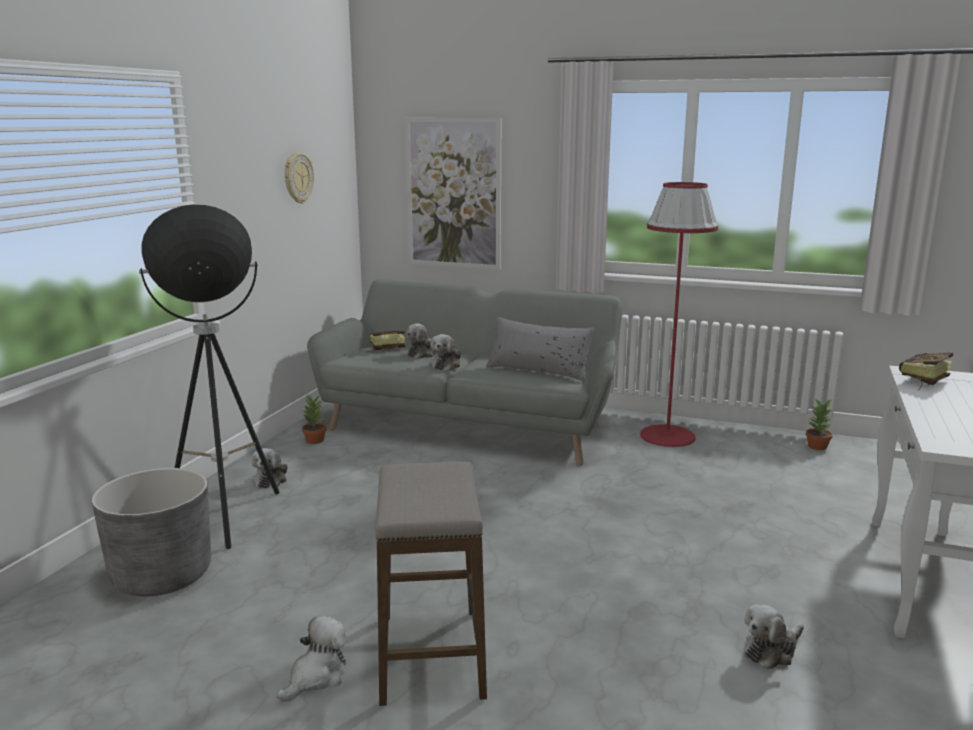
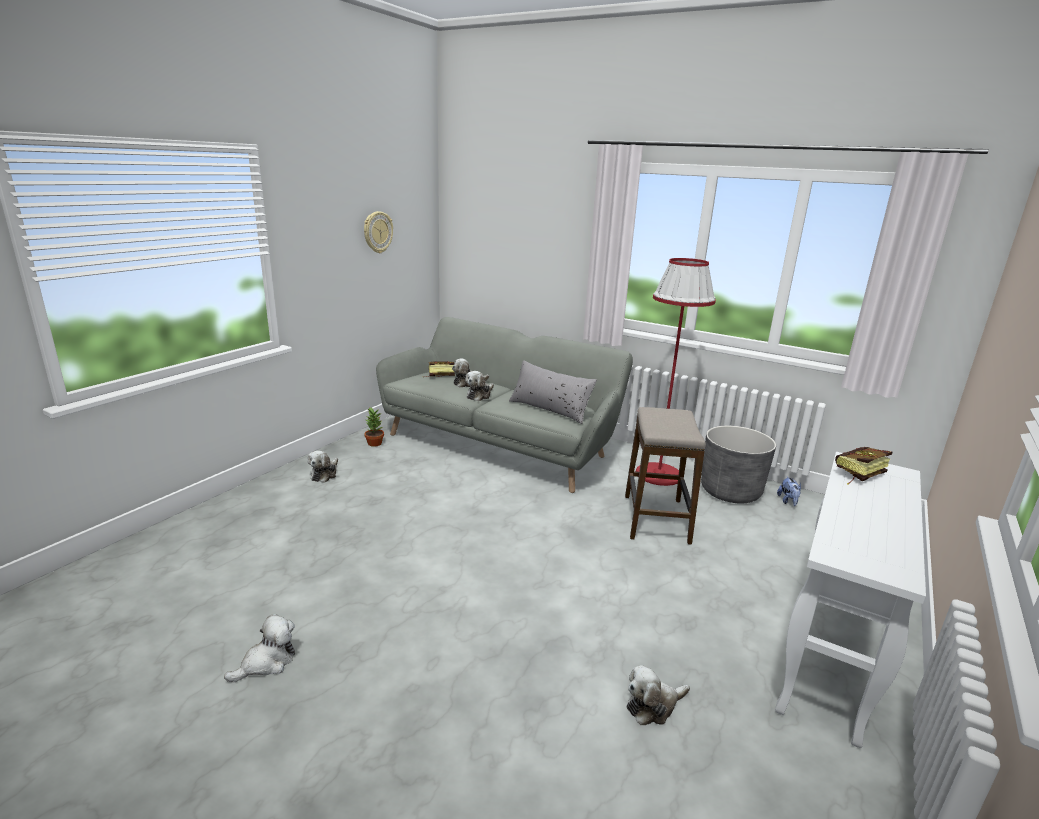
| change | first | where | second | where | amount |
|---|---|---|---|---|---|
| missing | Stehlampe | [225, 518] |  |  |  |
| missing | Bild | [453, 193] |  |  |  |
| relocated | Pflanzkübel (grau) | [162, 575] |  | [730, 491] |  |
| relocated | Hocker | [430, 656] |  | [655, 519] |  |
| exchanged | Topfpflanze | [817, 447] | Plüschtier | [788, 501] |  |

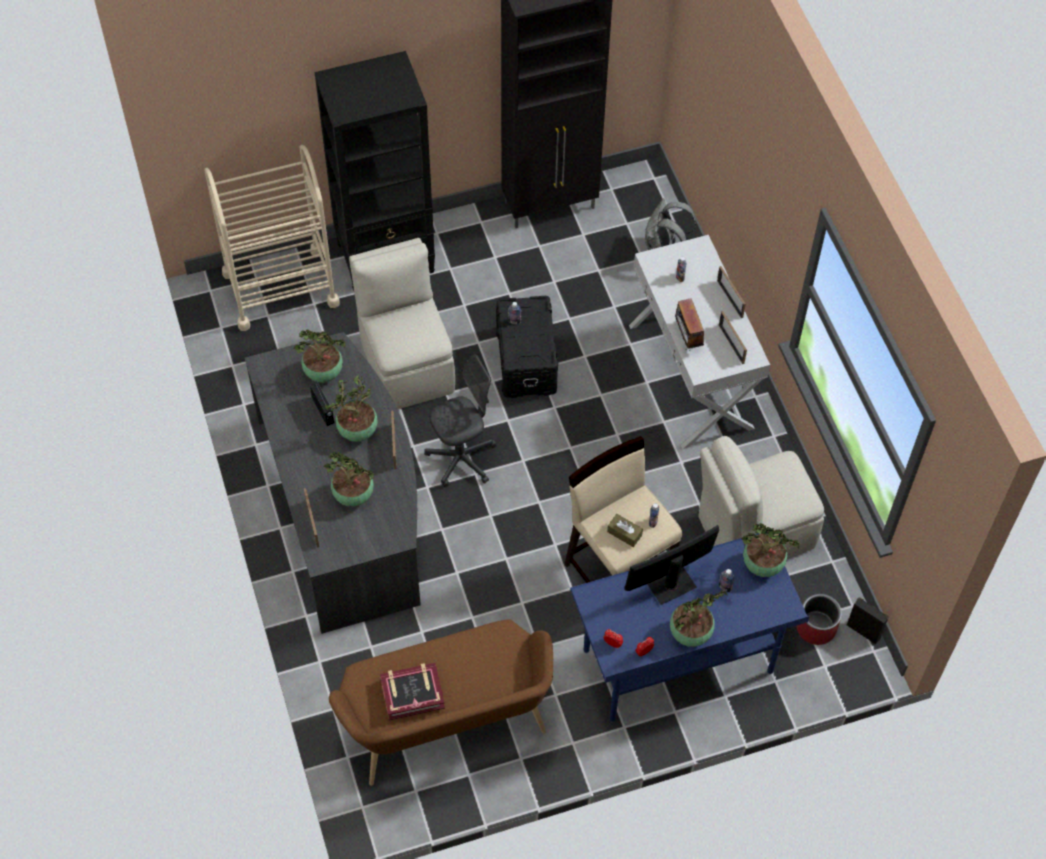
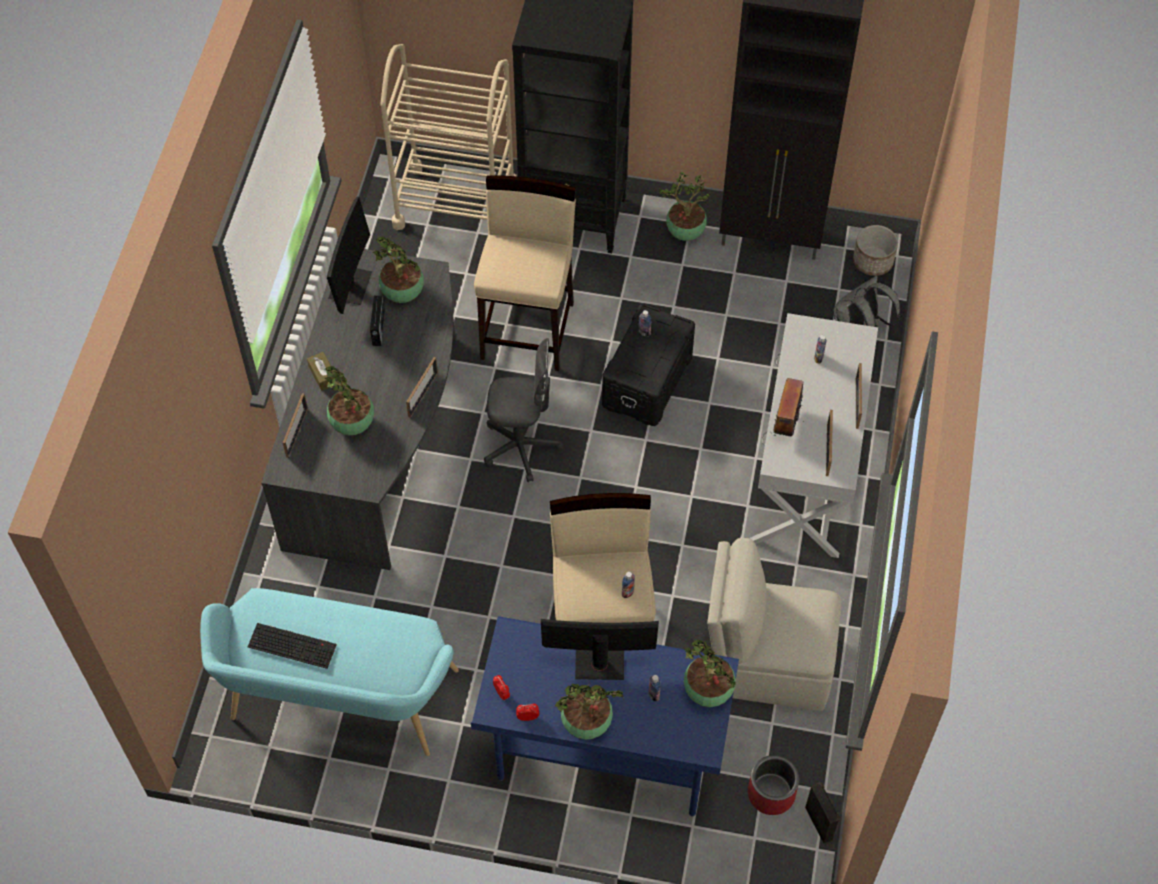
| change | first | where | second | where | amount |
|---|---|---|---|---|---|
| appeared |  |  | Monitor | [350, 285] |  |
| appeared |  |  | Pflanzkübel | [872, 261] |  |
| relocated | Topfpflanze | [357, 432] |  | [684, 233] |  |
| relocated | Taschentuchbox (braun) | [624, 533] |  | [323, 375] |  |
| exchanged | Stuhl (beige) | [406, 363] | Hocker (beige) | [528, 330] |  |
| exchanged | Buch | [412, 693] | Tastatur | [293, 645] |  |
| colour | Bank (braun) | [448, 728] | Bank (türkis) | [338, 703] |  |

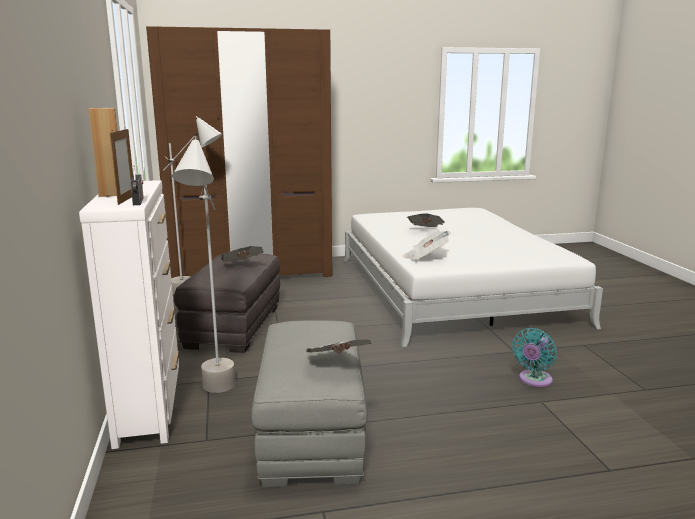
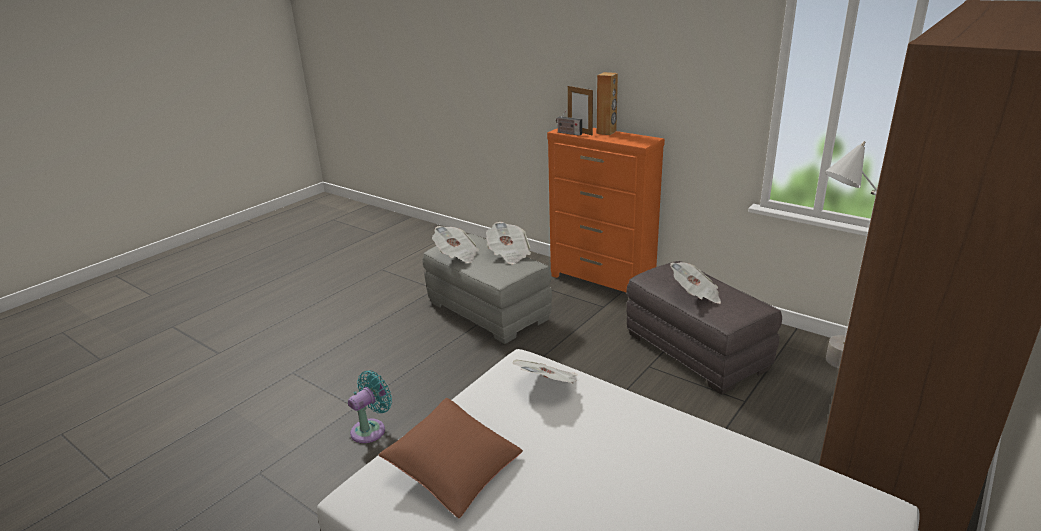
| change | first | where | second | where | amount |
|---|---|---|---|---|---|
| missing | Stehlampe (grau) | [216, 398] |  |  |  |
| appeared |  |  | Kissen (braun) | [454, 469] |  |
| relocated | Zeitung | [426, 231] |  | [509, 254] |  |
| colour | Kommode (weiß) | [149, 404] | Kommode (orange) | [602, 282] |  |
| spun | Ventilator (türkis) | [534, 380] |  | [371, 429] | 45 degrees clockwise |

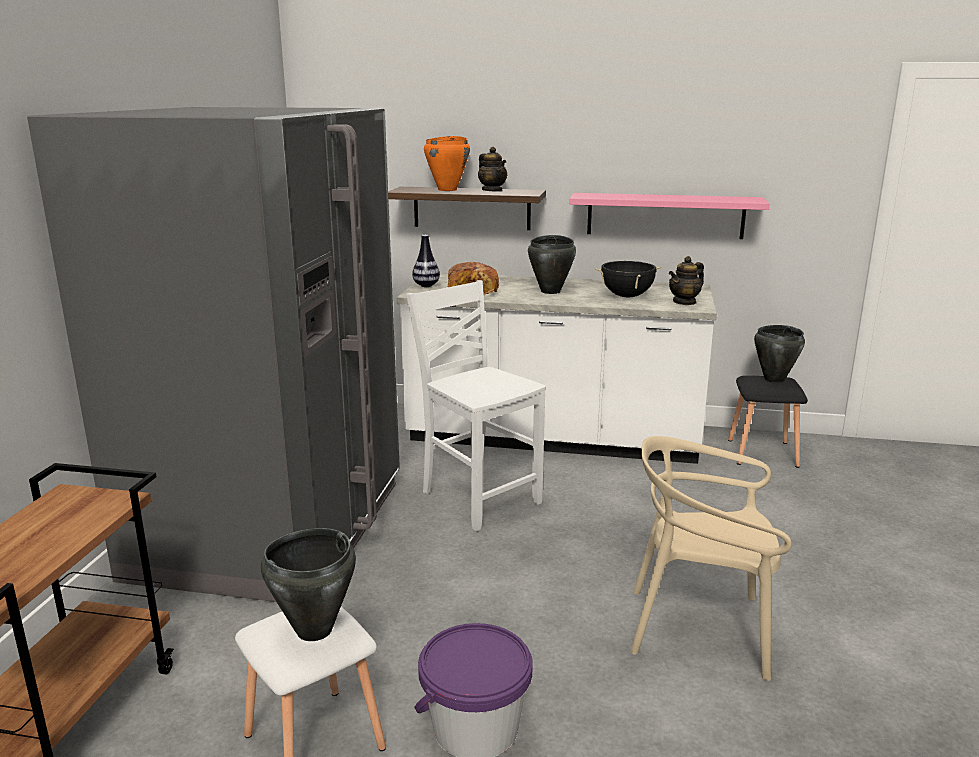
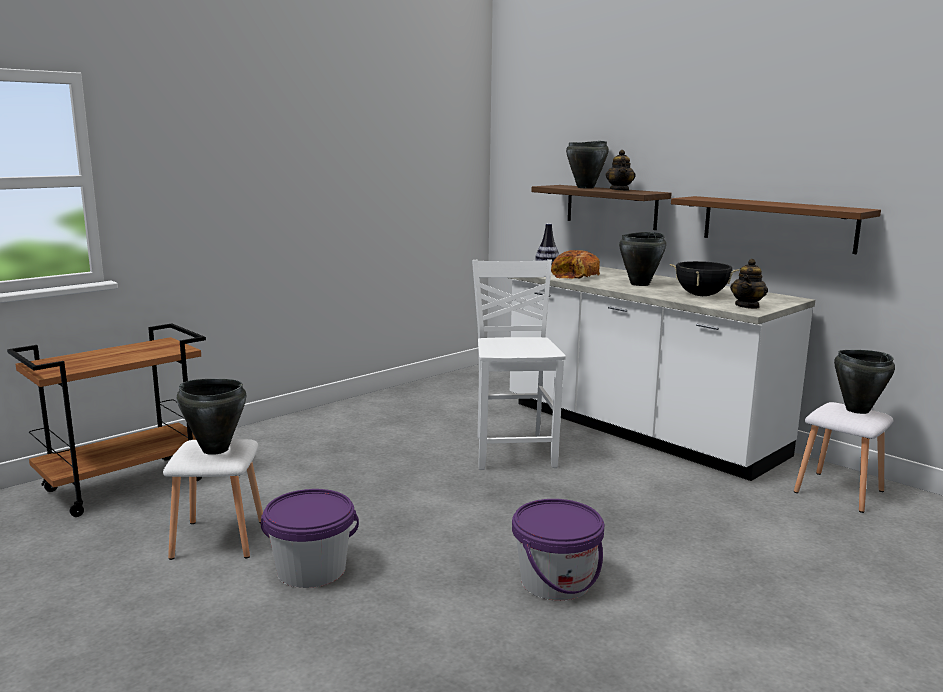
| change | first | where | second | where | amount |
|---|---|---|---|---|---|
| missing | Kühlschrank (grau) | [272, 529] |  |  |  |
| exchanged | Stuhl (beige) | [699, 629] | Eimer (lila) | [555, 582] |  |
| colour | Kochtopf (orange) | [448, 190] | Kochtopf (schwarz) | [586, 187] |  |
| colour | Wandregal (rosa) | [665, 215] | Wandregal (braun) | [778, 223] |  |
| colour | Hocker (schwarz) | [761, 452] | Hocker (weiß) | [838, 491] |  |
| spun | Teekanne | [684, 302] |  | [747, 306] | 60 degrees counterclockwise |

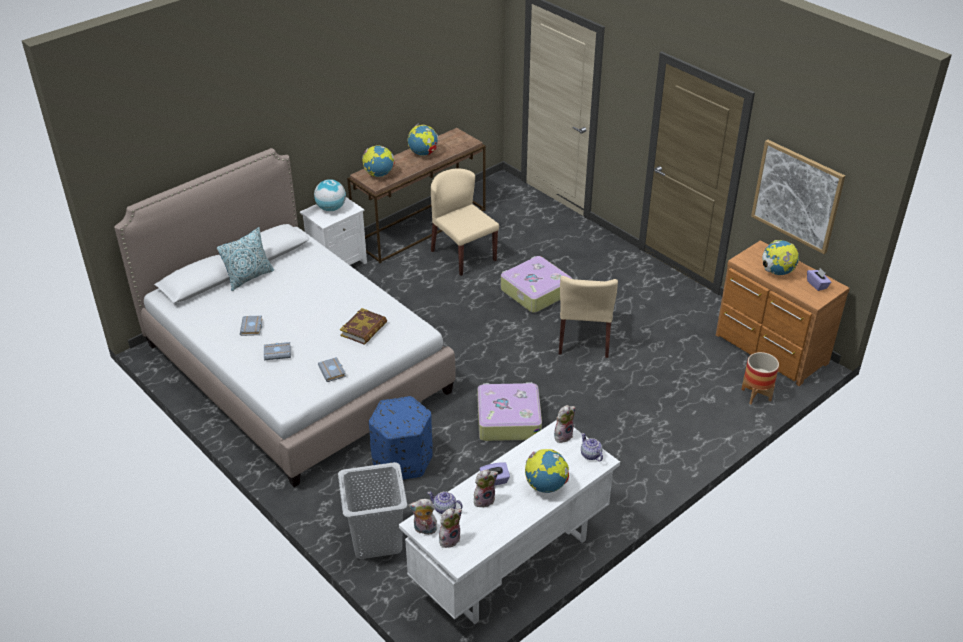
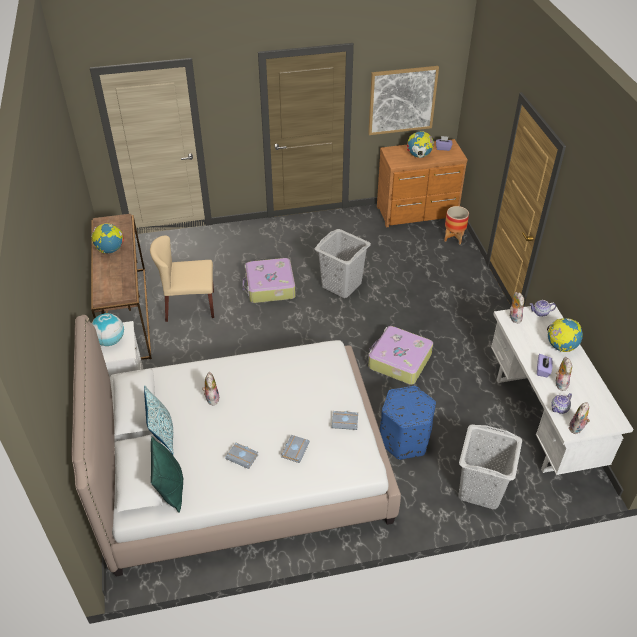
| change | first | where | second | where | amount |
|---|---|---|---|---|---|
| missing | Buch | [364, 329] |  |  |  |
| missing | Globus | [379, 174] |  |  |  |
| appeared |  |  | Kissen (grün) | [171, 489] |  |
| relocated | Plüschtier | [449, 539] |  | [211, 398] |  |
| exchanged | Stuhl (beige) | [584, 338] | Wäschekorb (grau) | [341, 285] |  |

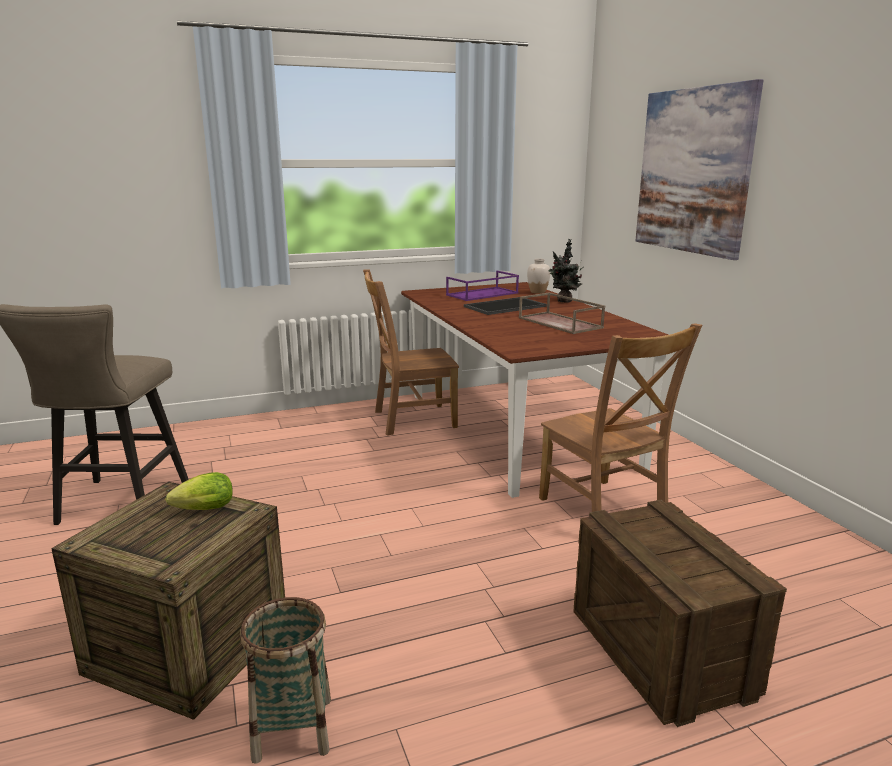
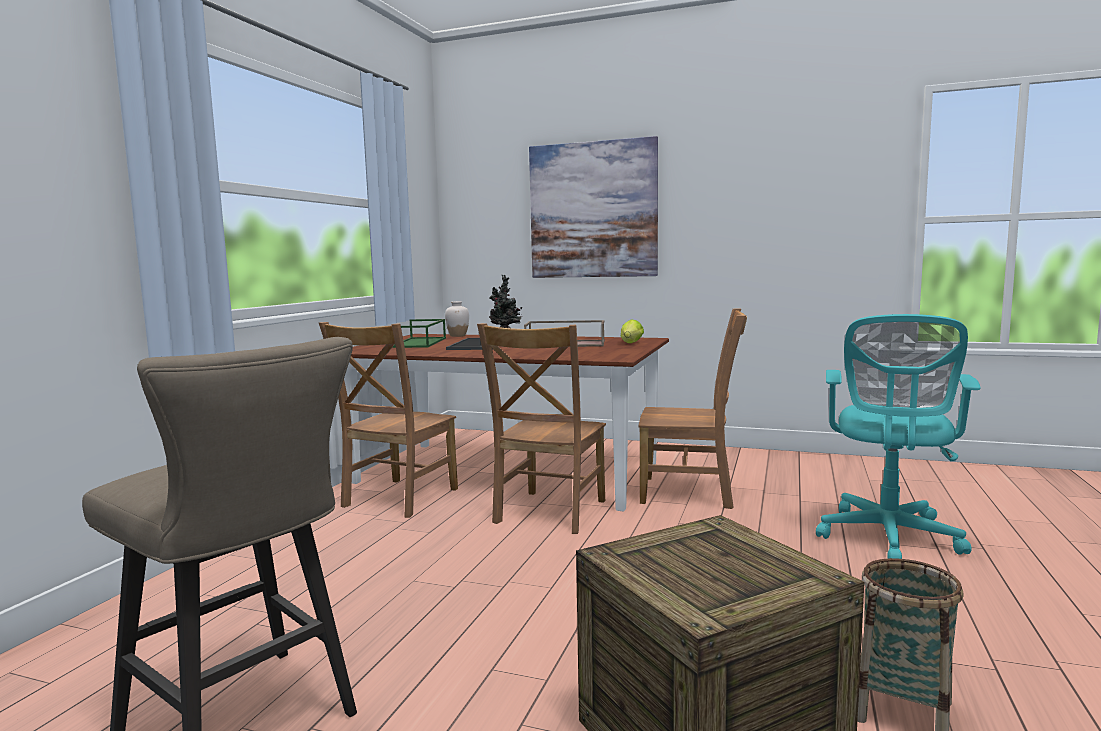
| change | first | where | second | where | amount |
|---|---|---|---|---|---|
| appeared |  |  | Stuhl (braun) | [548, 513] |  |
| relocated | Salatkopf | [201, 510] |  | [631, 343] |  |
| exchanged | Kiste | [660, 651] | Bürostuhl (türkis) | [888, 538] |  |
| colour | Tablett (lila) | [482, 294] | Tablett (grün) | [419, 343] |  |

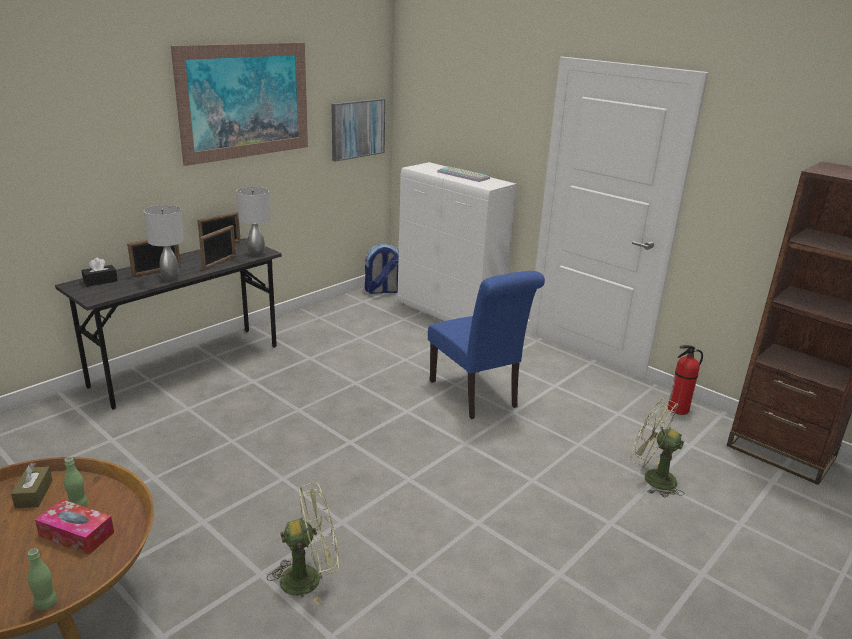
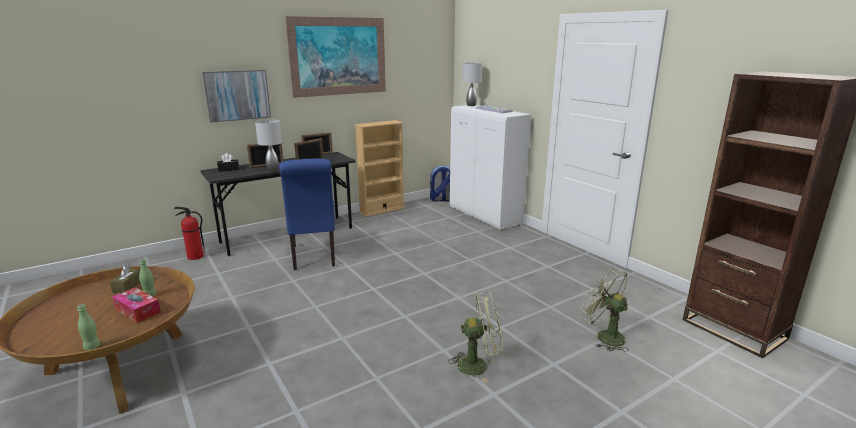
| change | first | where | second | where | amount |
|---|---|---|---|---|---|
| appeared |  |  | Bücherregal (beige) | [382, 210] |  |
| relocated | Tischlampe (grau) | [256, 254] |  | [471, 105] |  |
| relocated | Ventilator (grün) | [309, 577] |  | [479, 365] |  |
| relocated | Bild | [357, 129] |  | [237, 95] |  |
| relocated | Stuhl (blau) | [476, 396] |  | [313, 257] |  |
| relocated | Feuerlöscher | [677, 409] |  | [194, 256] |  |

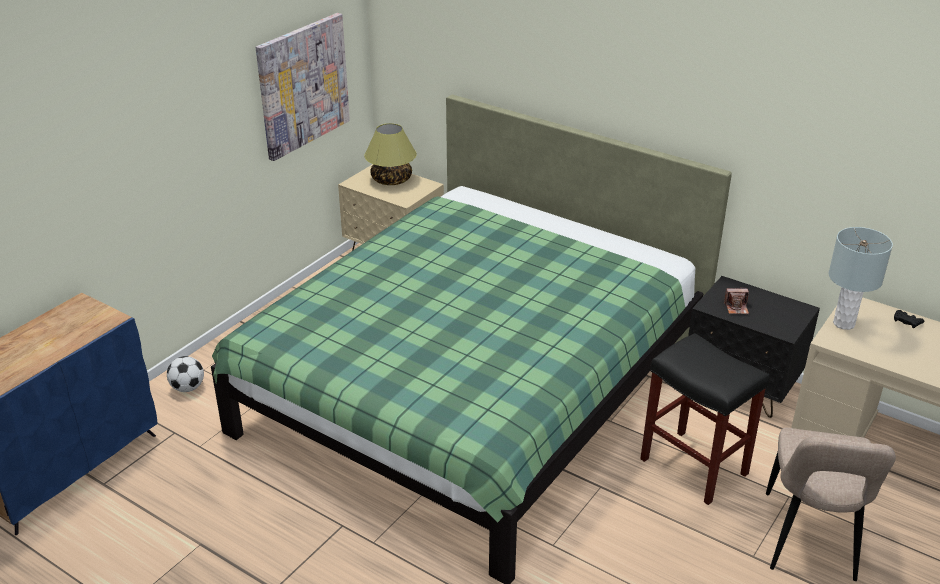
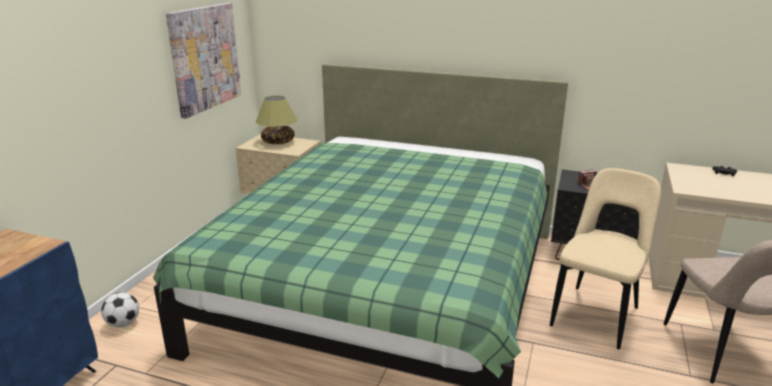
| change | first | where | second | where | amount |
|---|---|---|---|---|---|
| missing | Tischlampe (grau) | [844, 324] |  |  |  |
| exchanged | Hocker (schwarz) | [695, 467] | Stuhl (beige) | [597, 314] |  |

